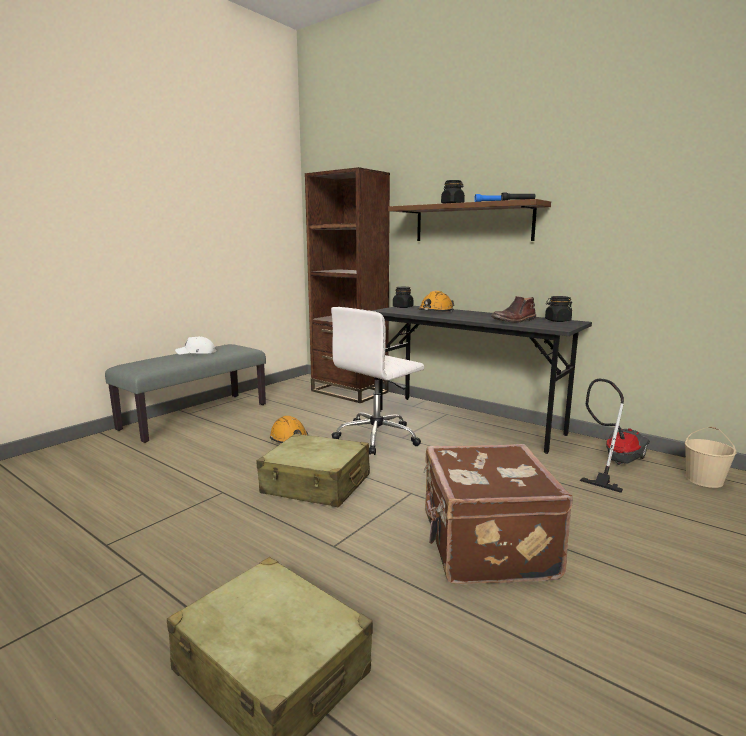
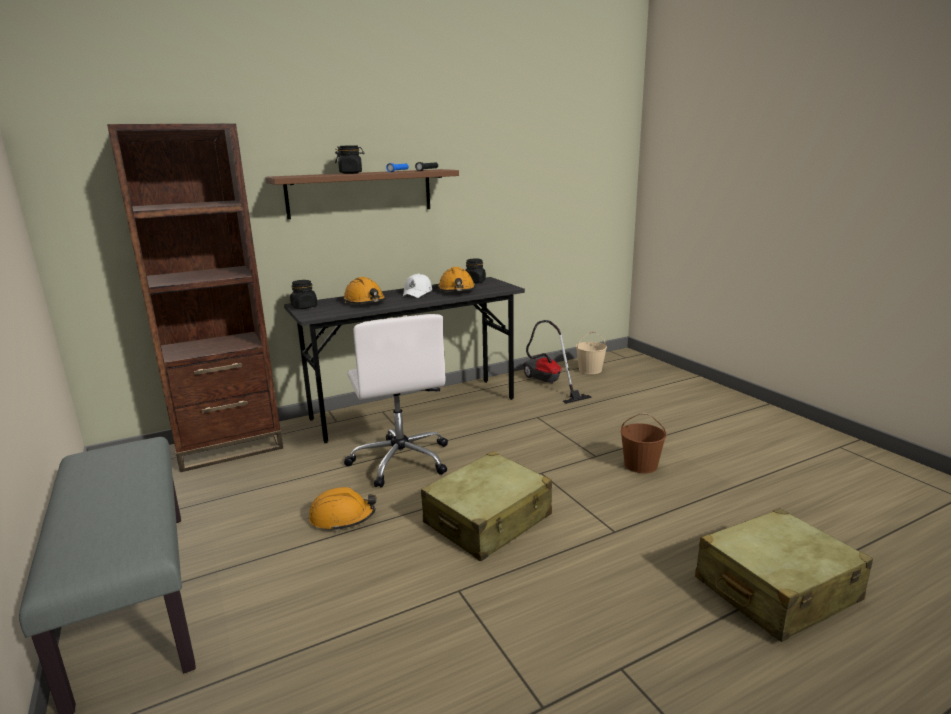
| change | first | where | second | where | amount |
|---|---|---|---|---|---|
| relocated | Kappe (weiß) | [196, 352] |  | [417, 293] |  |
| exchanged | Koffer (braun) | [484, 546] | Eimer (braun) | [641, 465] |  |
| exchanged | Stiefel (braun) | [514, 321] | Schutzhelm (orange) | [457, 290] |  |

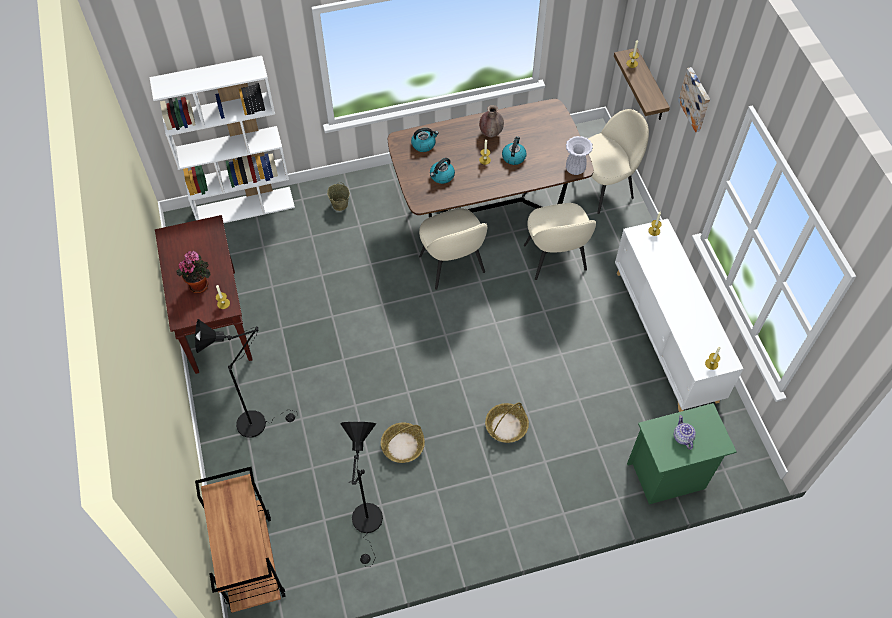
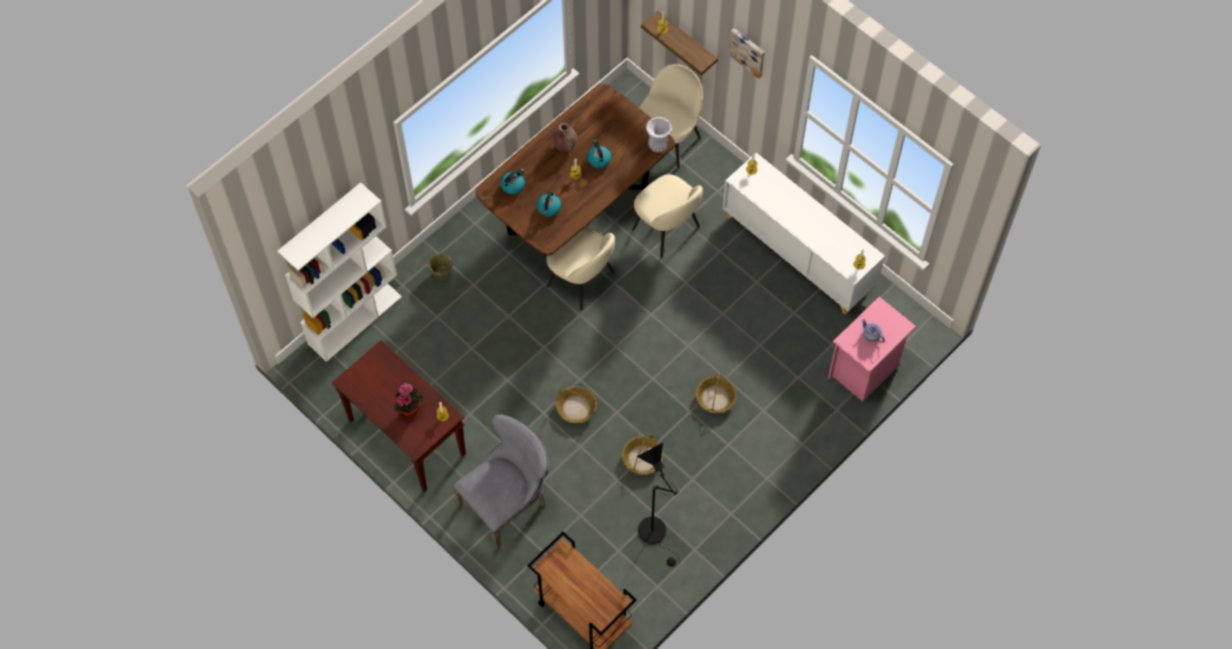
| change | first | where | second | where | amount |
|---|---|---|---|---|---|
| appeared |  |  | Korb | [576, 408] |  |
| exchanged | Stehlampe (schwarz) | [257, 422] | Stuhl (grau) | [507, 503] |  |
| colour | Nachttisch (grün) | [667, 476] | Nachttisch (rosa) | [864, 371] |  |

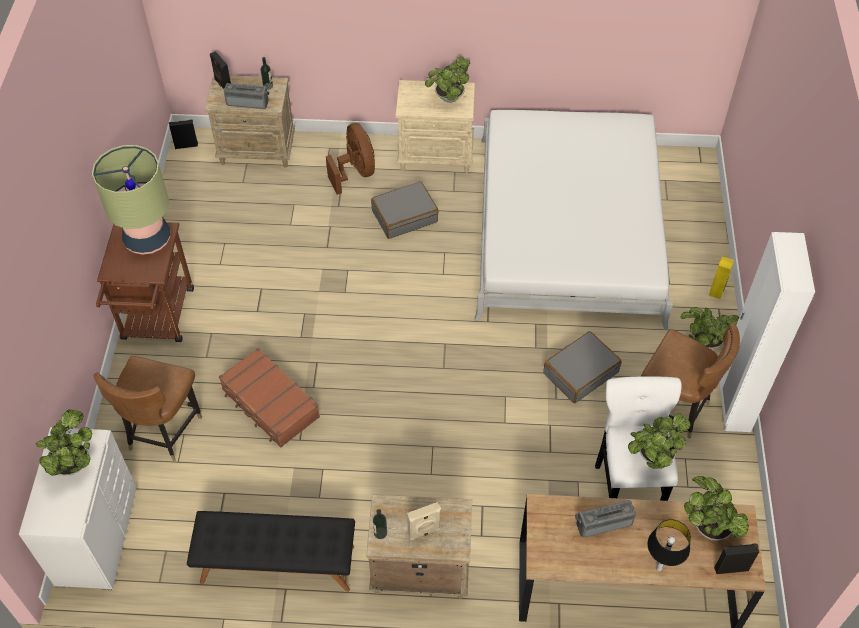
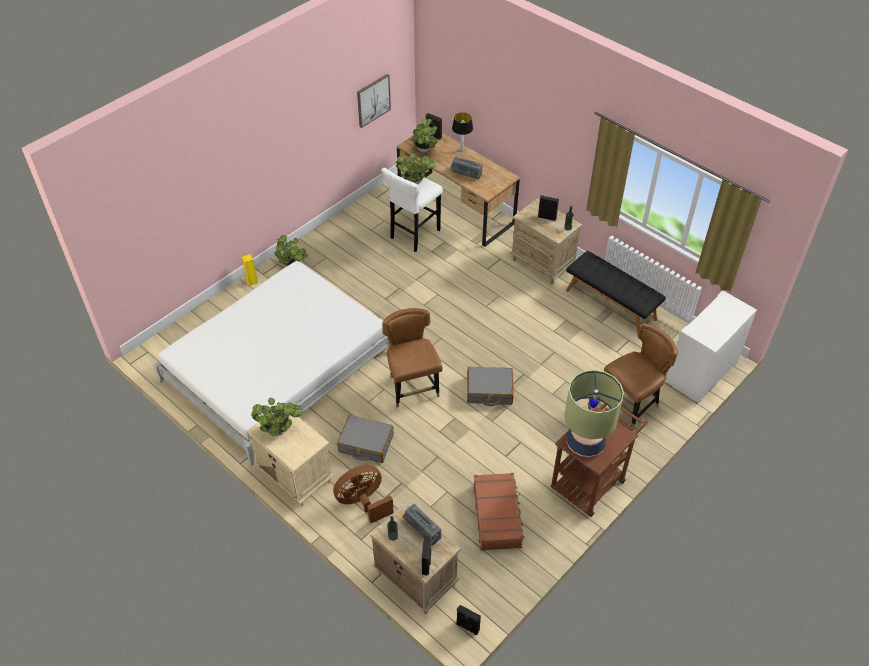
| change | first | where | second | where | amount |
|---|---|---|---|---|---|
| missing | Topfpflanze | [73, 462] |  |  |  |
| missing | Kleiderschrank (weiß) | [733, 404] |  |  |  |
| appeared |  |  | Bild | [373, 100] |  |
| relocated | Koffer (braun) | [270, 404] |  | [497, 515] |  |
| relocated | Koffer (grau) | [580, 372] |  | [489, 391] |  |
| relocated | Stuhl (braun) | [673, 408] |  | [412, 388] |  |
| colour | Lautsprecher (beige) | [424, 532] | Lautsprecher (schwarz) | [547, 217] |  |
| spun | Ventilator (braun) | [355, 172] |  | [363, 502] | 45 degrees clockwise |

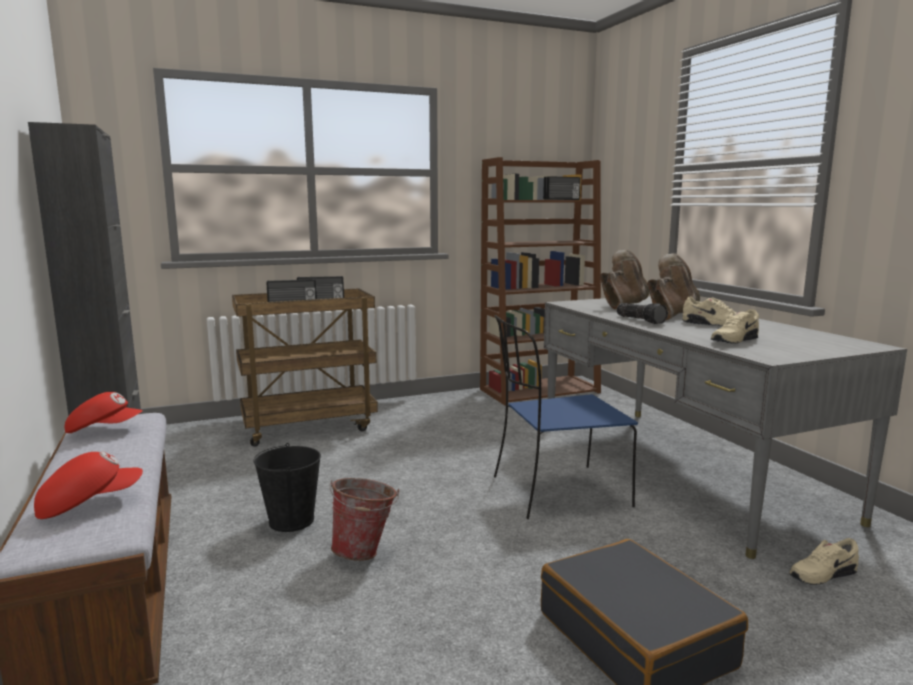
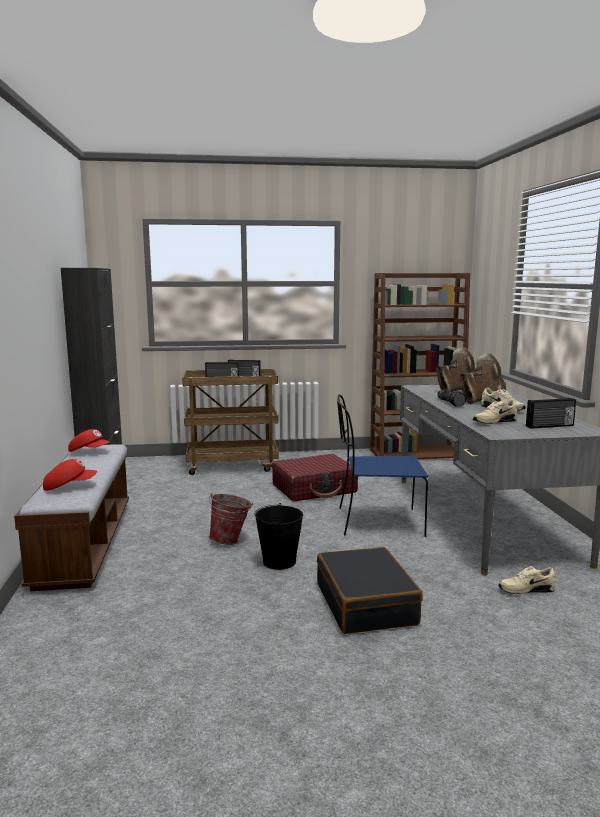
| change | first | where | second | where | amount |
|---|---|---|---|---|---|
| appeared |  |  | Koffer (rot) | [314, 489] |  |
| relocated | Eimer (schwarz) | [292, 520] |  | [279, 561] |  |
| relocated | Radio | [562, 199] |  | [550, 426] |  |

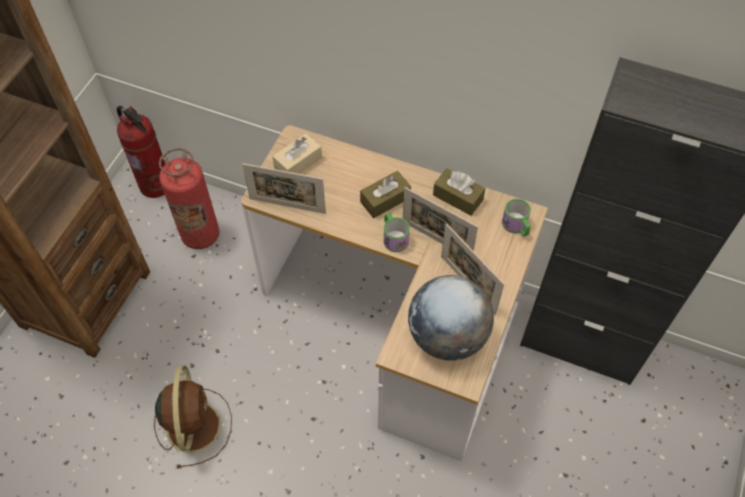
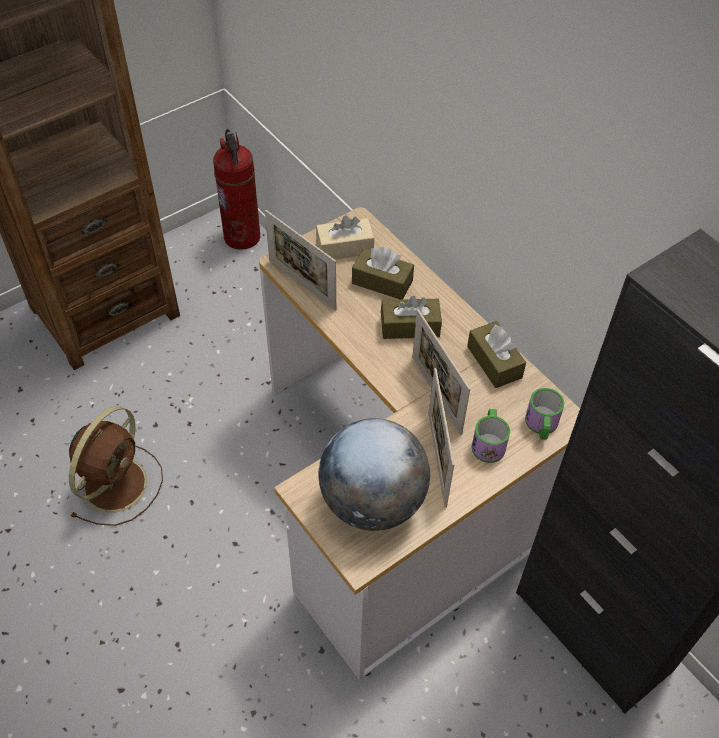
| change | first | where | second | where | amount |
|---|---|---|---|---|---|
| missing | Feuerlöscher | [200, 235] |  |  |  |
| appeared |  |  | Taschentuchbox (braun) | [382, 282] |  |
| relocated | Henkelbecher | [394, 237] |  | [488, 442] |  |

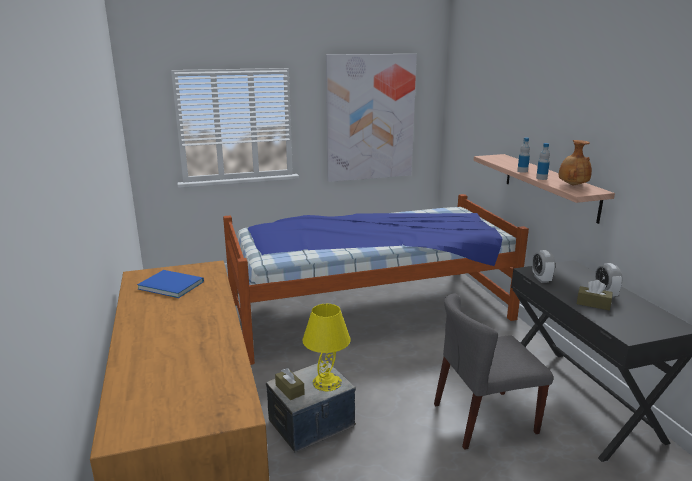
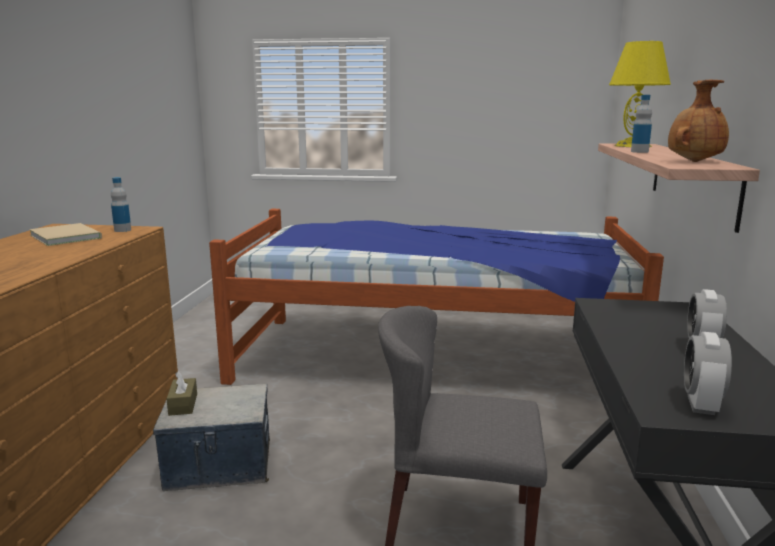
| change | first | where | second | where | amount |
|---|---|---|---|---|---|
| missing | Bild | [370, 118] |  |  |  |
| missing | Taschentuchbox (braun) | [593, 304] |  |  |  |
| relocated | Tischlampe (gelb) | [327, 382] |  | [633, 146] |  |
| relocated | Wecker | [541, 279] |  | [700, 404] |  |
| relocated | Flasche | [541, 178] |  | [122, 230] |  |
| colour | Buch (blau) | [170, 284] | Buch (beige) | [67, 236] |  |

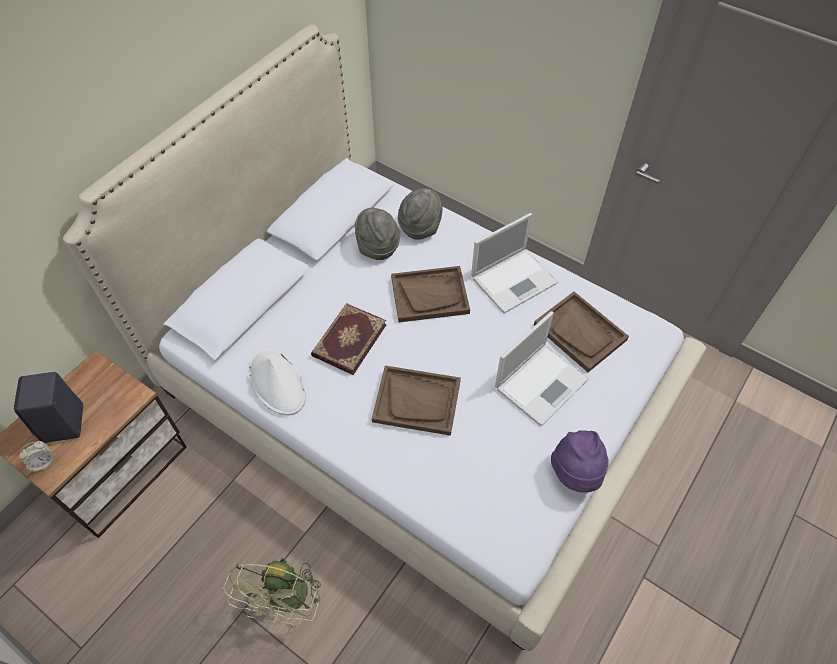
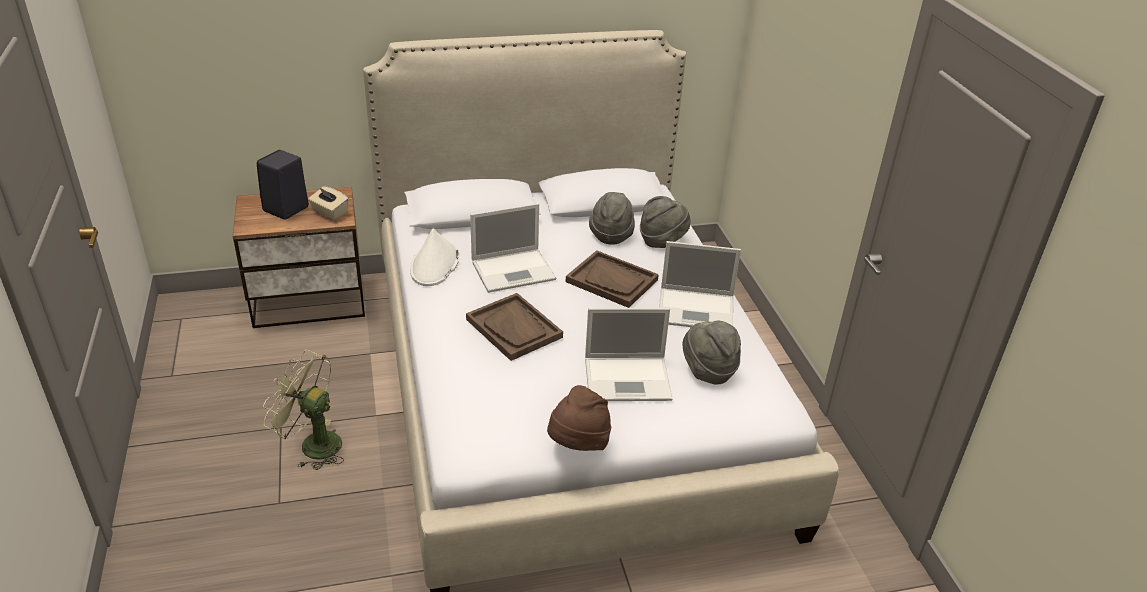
| change | first | where | second | where | amount |
|---|---|---|---|---|---|
| missing | Wecker | [43, 462] |  |  |  |
| appeared |  |  | Taschentuchbox (beige) | [329, 213] |  |
| exchanged | Buch | [348, 339] | Laptop | [514, 270] |  |
| exchanged | Tablett (braun) | [580, 332] | Hut (grau) | [708, 371] |  |
| colour | Hut (lila) | [576, 472] | Hut (braun) | [578, 444] |  |
| spun | Ventilator (grün) | [287, 602] |  | [312, 444] | 60 degrees clockwise |

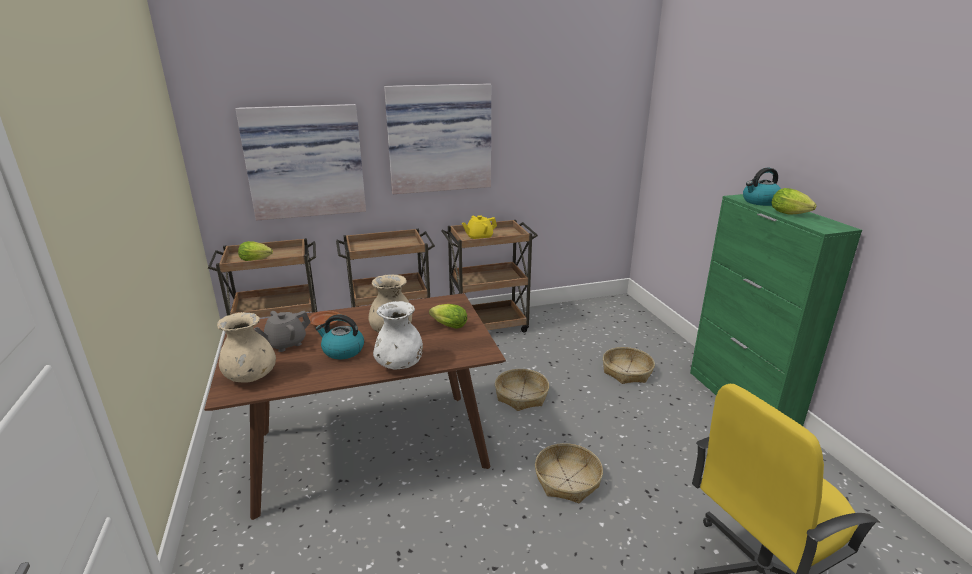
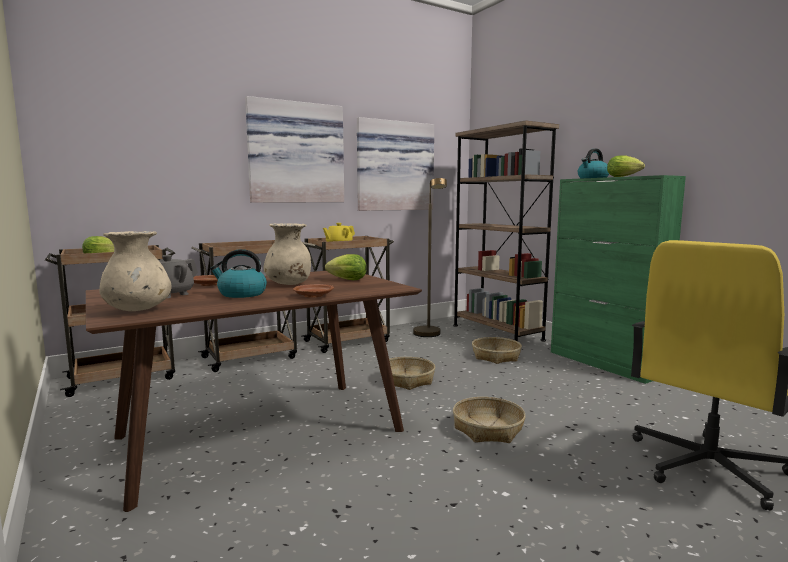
| change | first | where | second | where | amount |
|---|---|---|---|---|---|
| appeared |  |  | Stehlampe (braun) | [429, 335] |  |
| appeared |  |  | Bücherregal (braun) | [497, 332] |  |
| relocated | Bild | [305, 161] |  | [394, 166] |  |
| exchanged | Vase (weiß) | [400, 365] | Teller (braun) | [313, 296] |  |

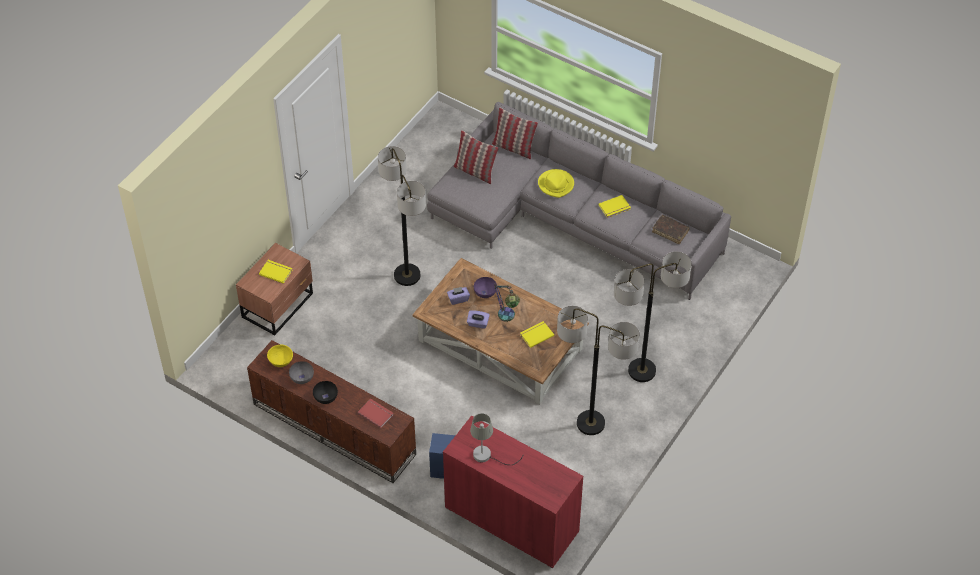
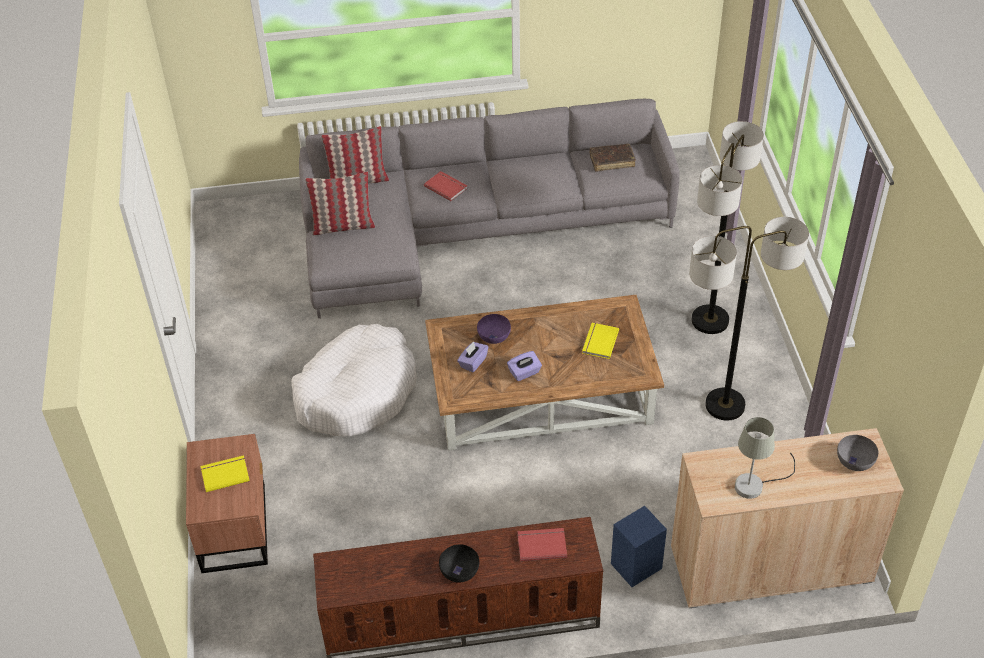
| change | first | where | second | where | amount |
|---|---|---|---|---|---|
| missing | Schüssel (gelb) | [280, 361] |  |  |  |
| missing | Tischlampe | [507, 319] |  |  |  |
| missing | Buch (gelb) | [615, 207] |  |  |  |
| relocated | Schüssel (grau) | [301, 378] |  | [855, 461] |  |
| exchanged | Stehlampe | [407, 275] | Hundebett (weiß) | [356, 392] |  |
| exchanged | Hut (gelb) | [556, 184] | Buch (rot) | [446, 186] |  |
| colour | Schrank (rot) | [511, 520] | Schrank (beige) | [770, 564] |  |

